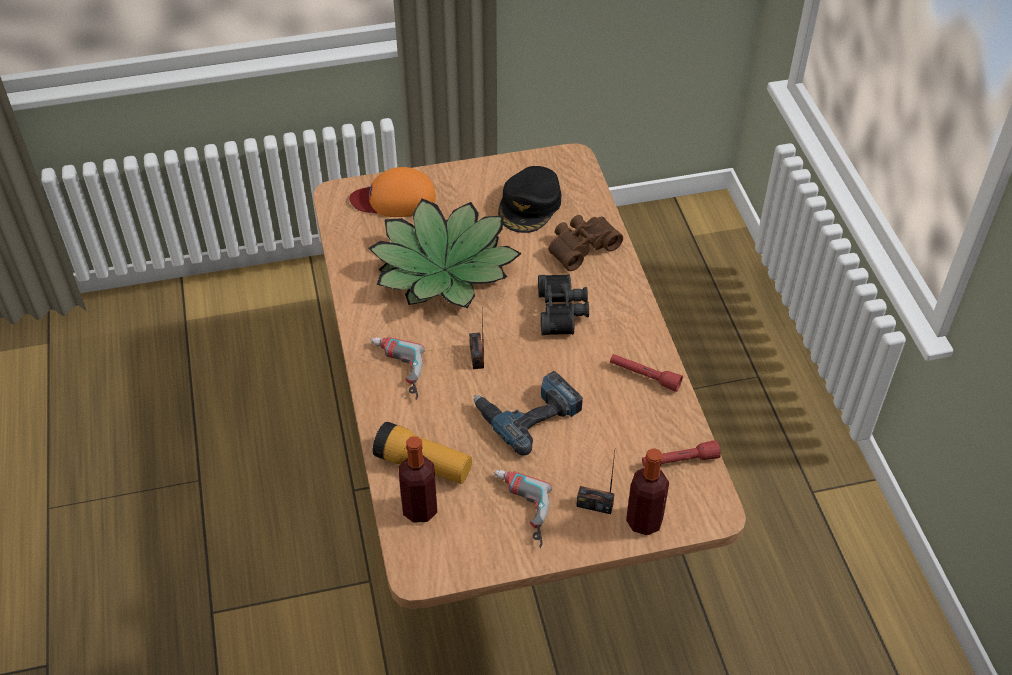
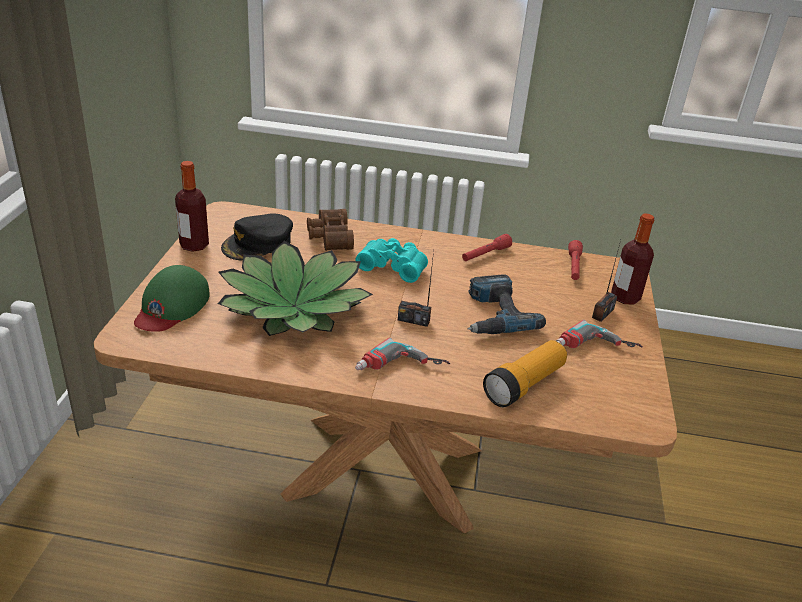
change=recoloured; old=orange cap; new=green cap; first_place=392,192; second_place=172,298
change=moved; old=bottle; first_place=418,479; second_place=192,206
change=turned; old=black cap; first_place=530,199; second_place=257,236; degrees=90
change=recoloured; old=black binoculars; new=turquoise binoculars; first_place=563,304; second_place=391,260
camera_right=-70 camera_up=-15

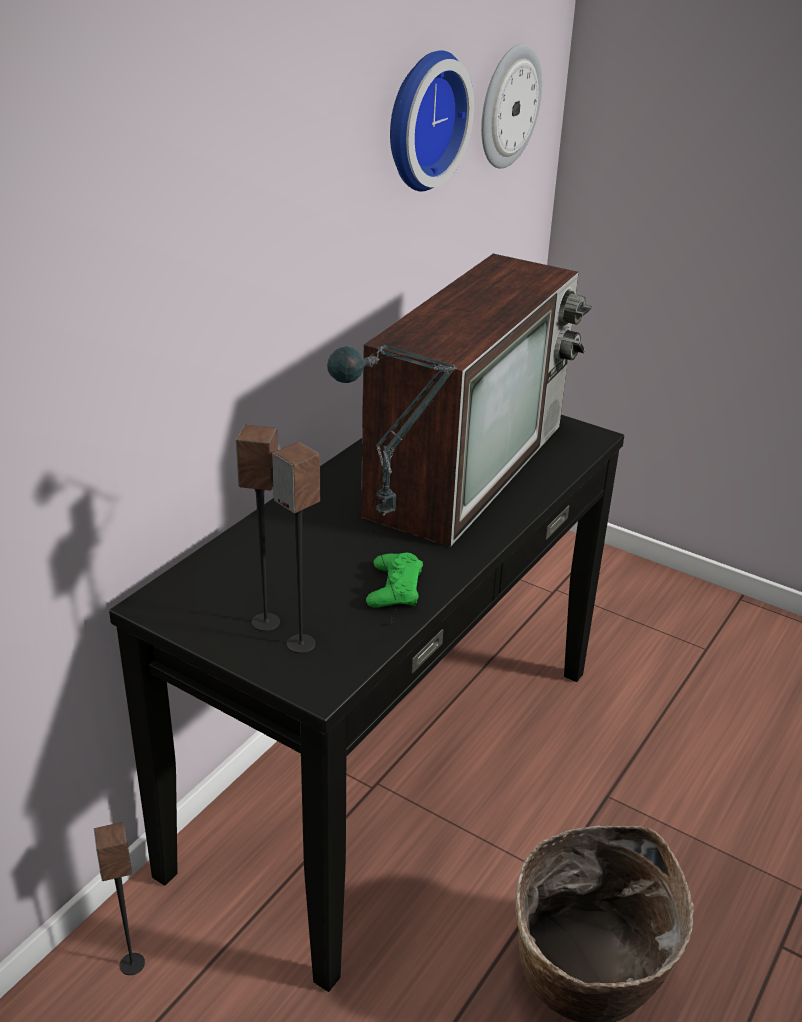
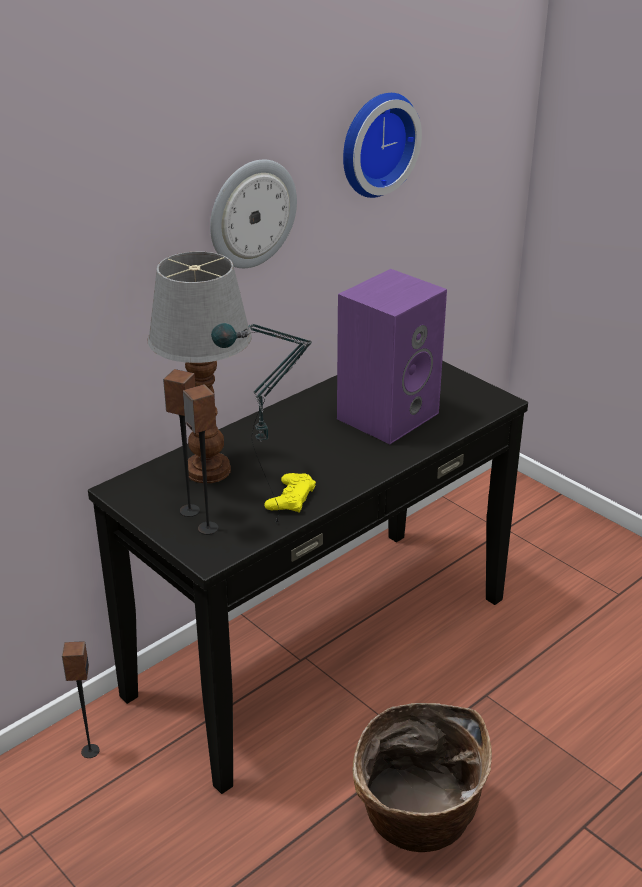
change=added; new=table lamp; second_place=200,367
change=moved; old=wall clock; first_place=511,106; second_place=253,214
change=recoloured; old=green game controller; new=yellow game controller; first_place=394,580; second_place=290,493
change=replaced; old=television; new=purple speaker; first_place=476,400; second_place=392,356
camera_right=15 camera_up=0

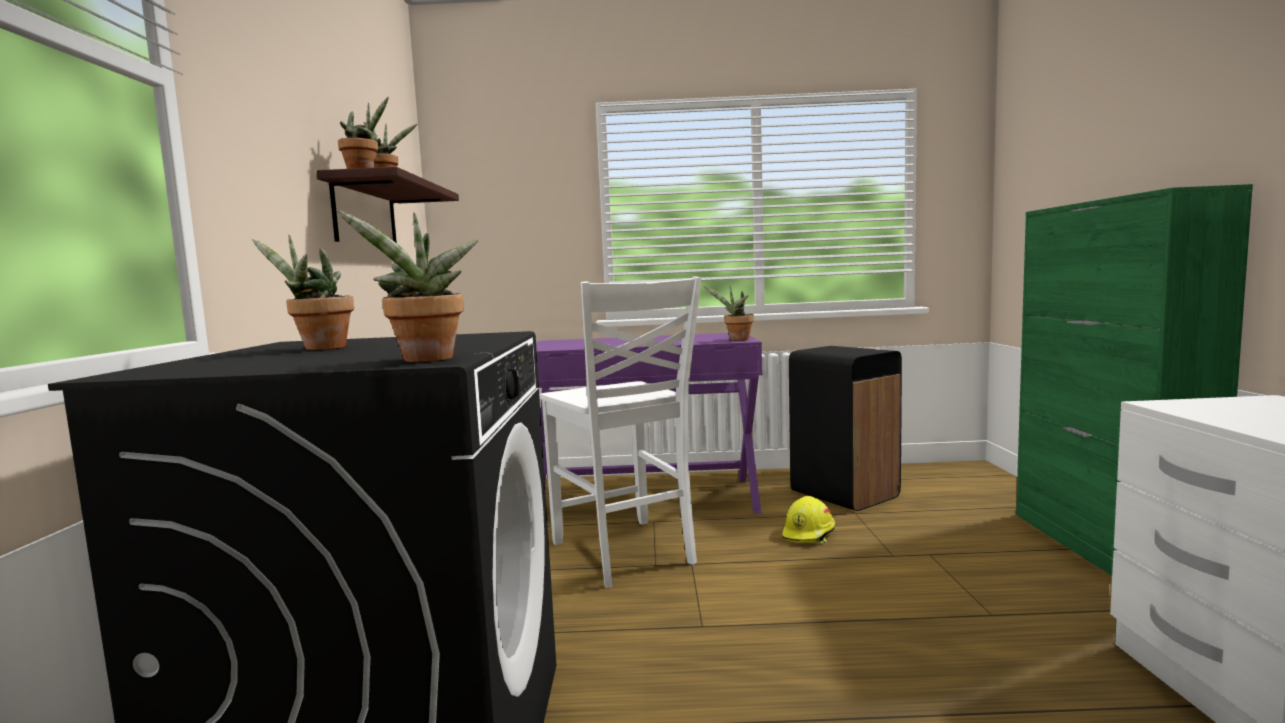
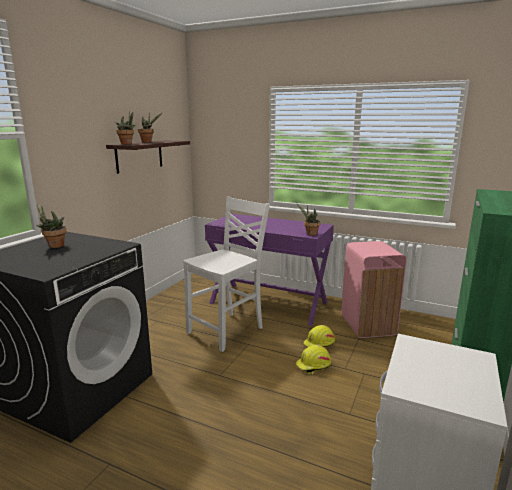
change=turned; old=white chair; first_place=620,432; second_place=226,274; degrees=-135
change=added; new=yellow hard hat; second_place=313,360
change=recoloured; old=black trash can; new=pink trash can; first_place=845,428; second_place=373,289
change=removed; old=potted plant; first_place=407,286
camera_right=25 camera_up=10

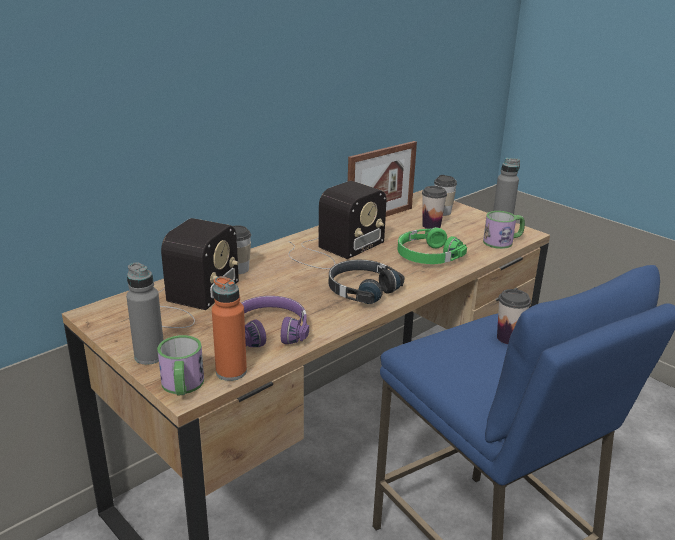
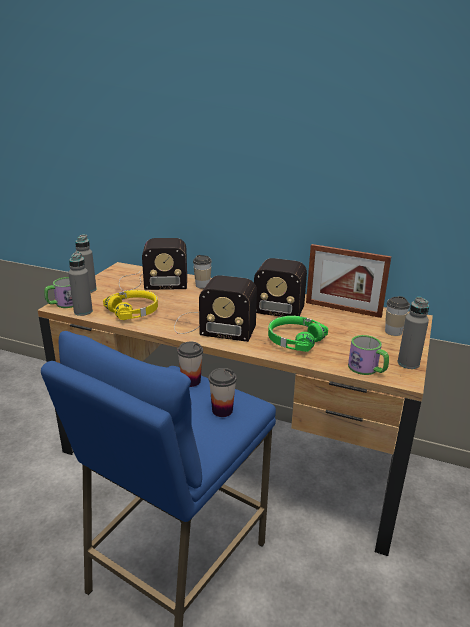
change=recoloured; old=orange bottle; new=grey bottle; first_place=229,328; second_place=80,284
change=recoloured; old=purple headphones; new=yellow headphones; first_place=275,321; second_place=130,305
change=replaced; old=black headphones; new=radio; first_place=366,282; second_place=215,308
change=moved; old=cup; first_place=434,207; second_place=190,364
camera_right=65 camera_up=0

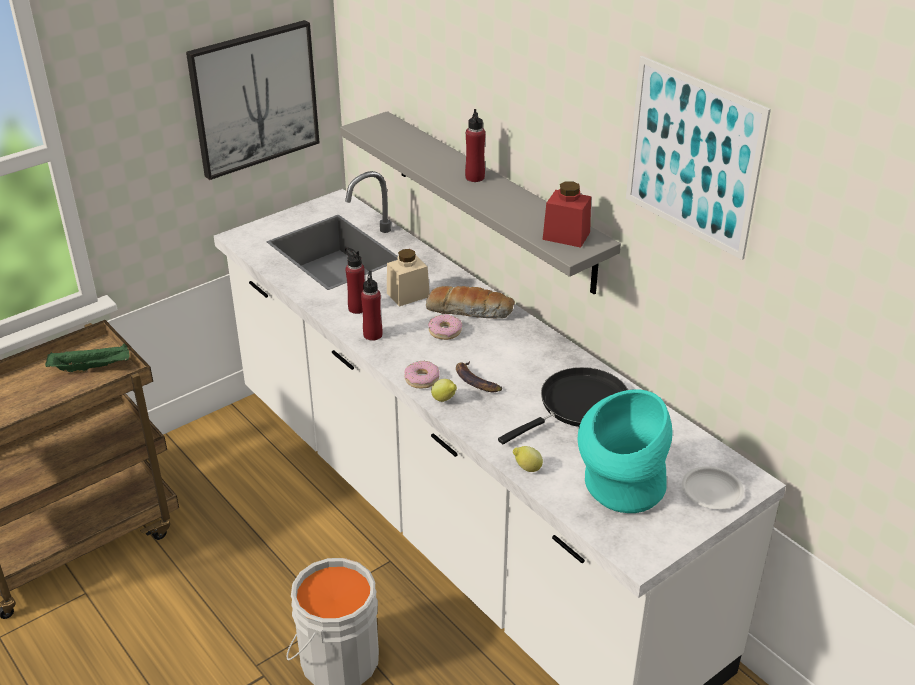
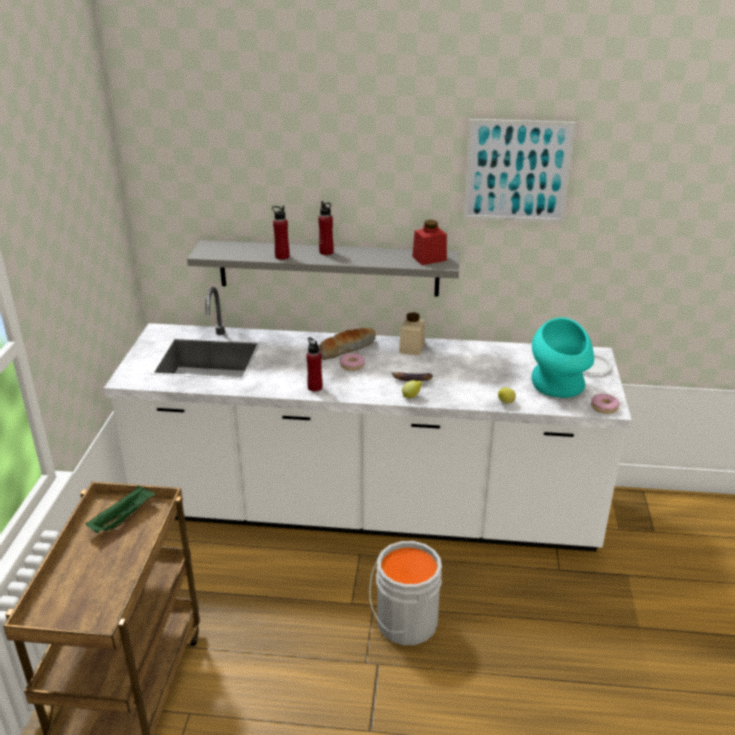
change=moved; old=red bottle; first_place=355,280; second_place=281,232
change=moved; old=beige jar; first_place=408,277; second_place=412,334
change=moved; old=donut; first_place=422,374; second_place=605,404
change=removed; old=picture; first_place=253,100
change=removed; old=black frying pan; first_place=563,405
camera_right=-45 camera_up=-5

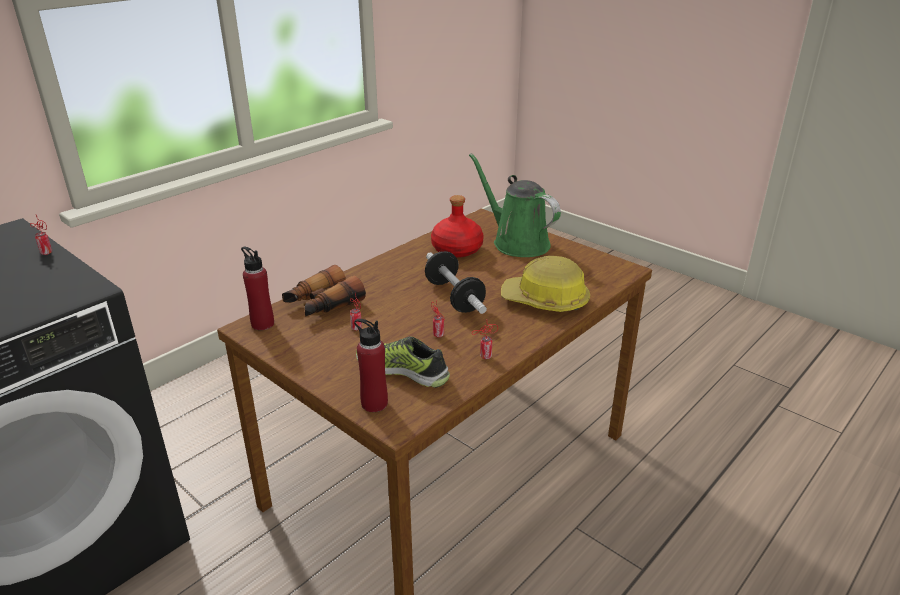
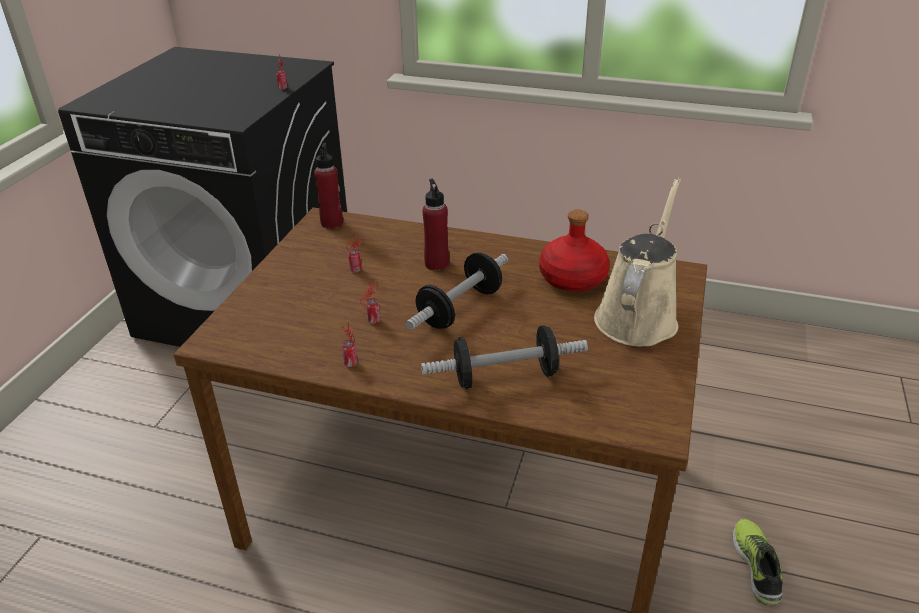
change=replaced; old=hard hat; new=dumbbell; first_place=545,284; second_place=504,357
change=moved; old=red bottle; first_place=371,365; second_place=435,225
change=recoloured; old=green watering can; new=beige watering can; first_place=515,205; second_place=637,261
change=moved; old=shoe; first_place=403,362; second_place=758,562
change=removed; old=binoculars; first_place=324,291
camera_right=65 camera_up=5

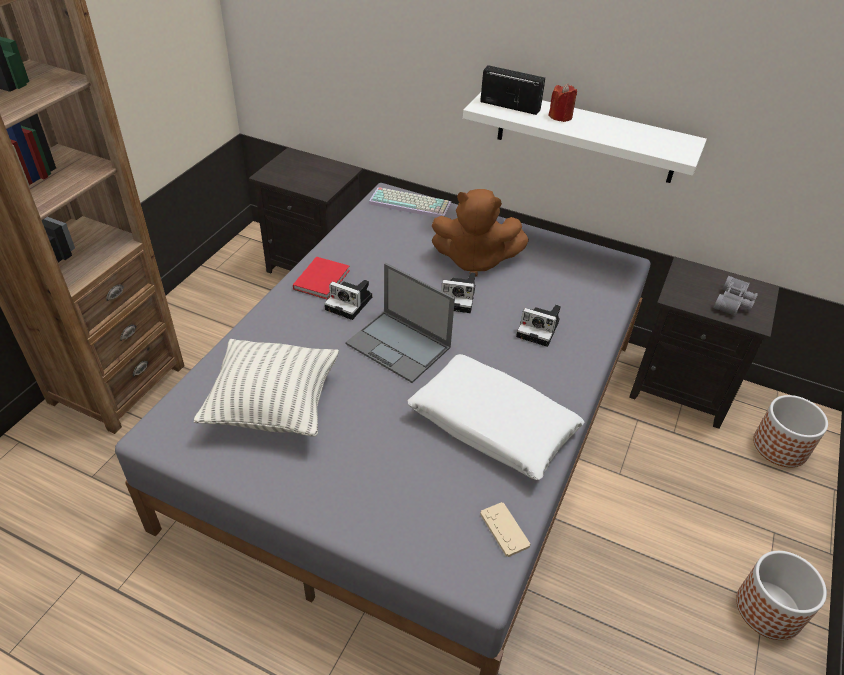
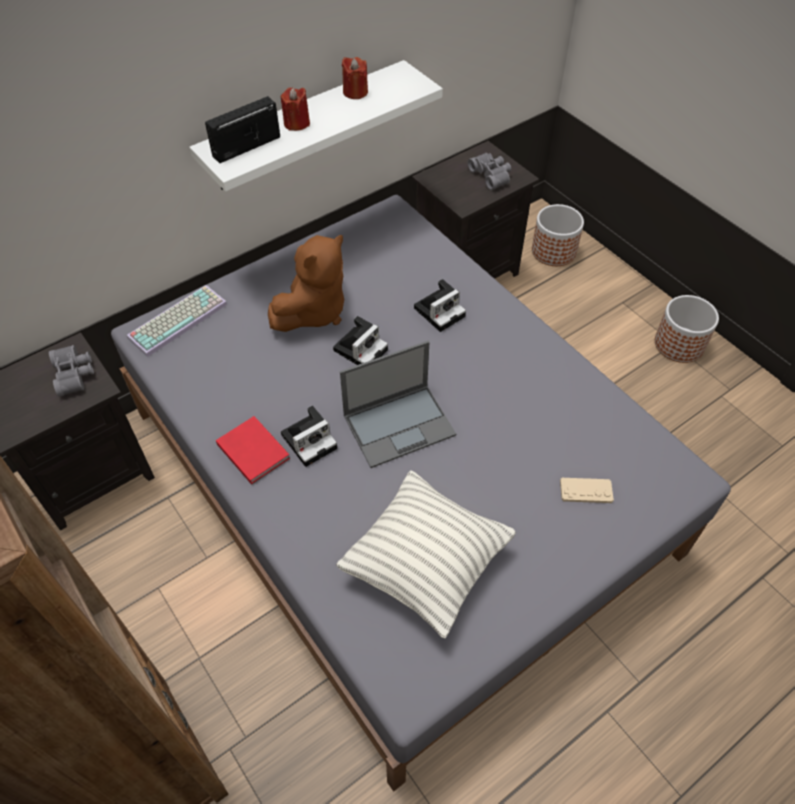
change=added; new=grey binoculars; second_place=71,371
change=added; new=red candle; second_place=355,78
change=moved; old=beige game controller; first_place=505,529; second_place=587,490
change=removed; old=white pillow; first_place=496,417
camera_right=-60 camera_up=10

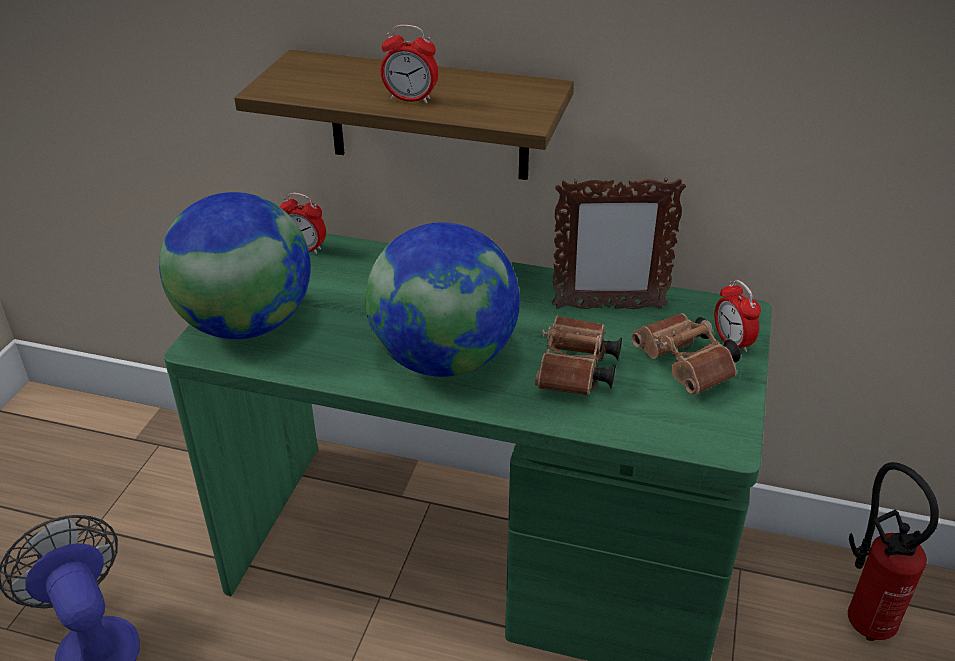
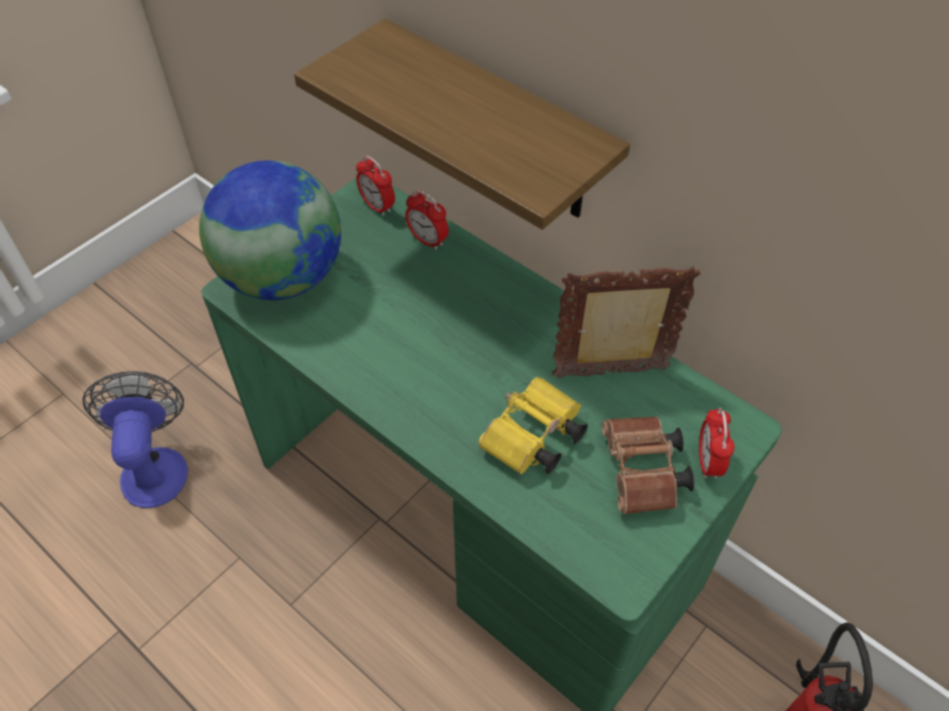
change=moved; old=alarm clock; first_place=409,63; second_place=427,220
change=recoloured; old=brown binoculars; new=yellow binoculars; first_place=578,356; second_place=533,425
change=turned; old=picture frame; first_place=619,243; second_place=626,322; degrees=150
change=removed; old=globe; first_place=442,299
camera_right=25 camera_up=15

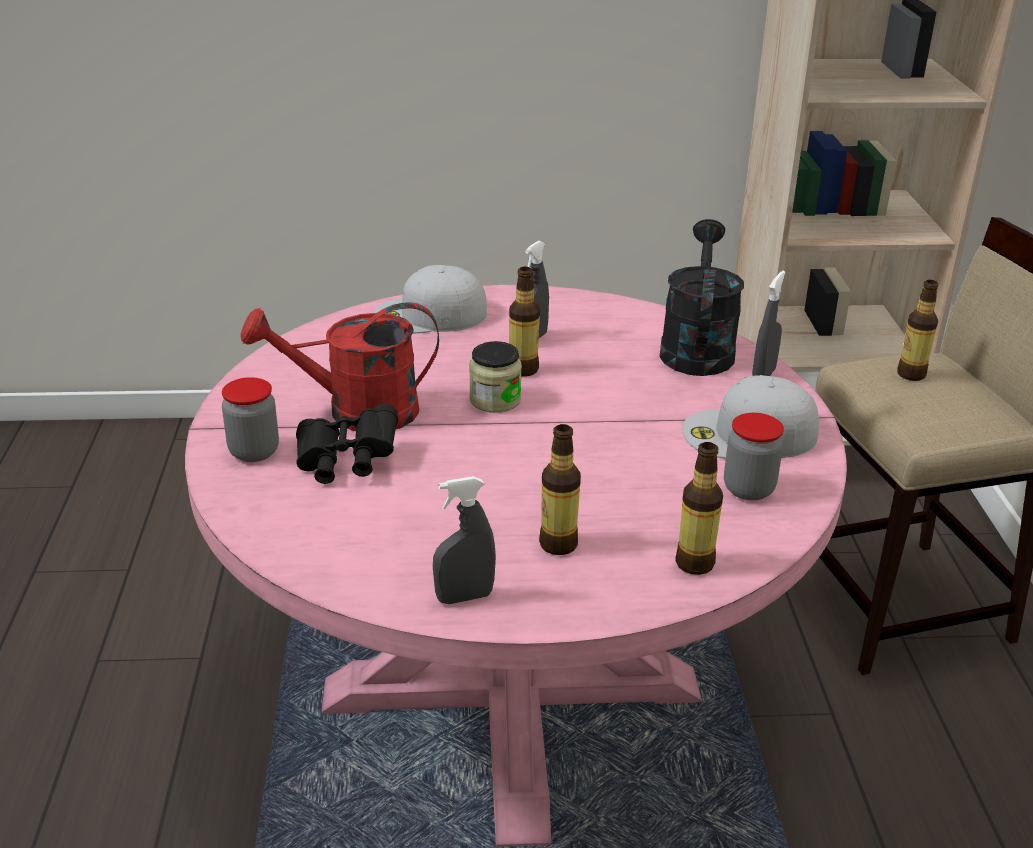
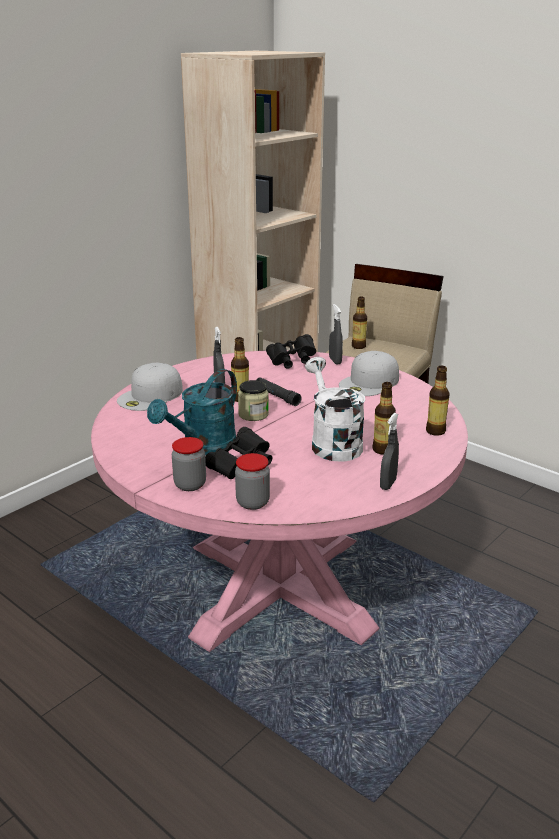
change=recoloured; old=red watering can; new=turquoise watering can; first_place=340,366; second_place=192,412
change=moved; old=jar; first_place=754,457; second_place=252,481
change=added; new=black flashlight; second_place=279,391
change=replaced; old=black watering can; new=black binoculars; first_place=701,297; second_place=291,351
change=added; new=white watering can; second_place=335,409
camera_right=-45 camera_up=-5

